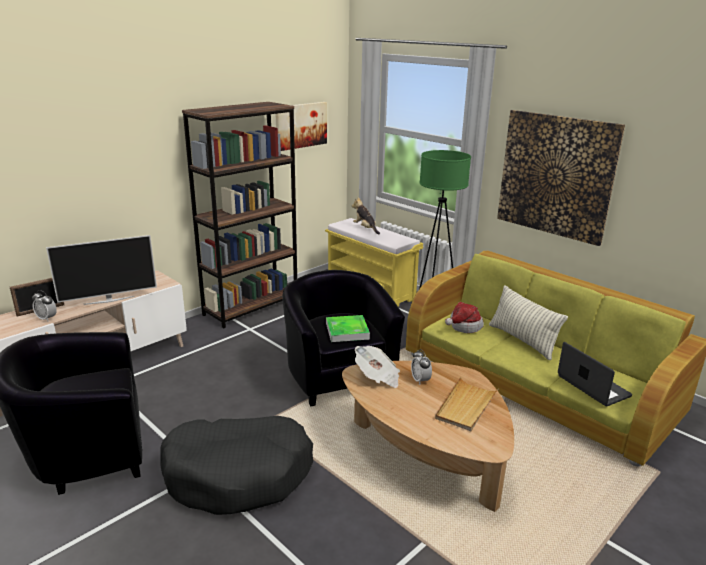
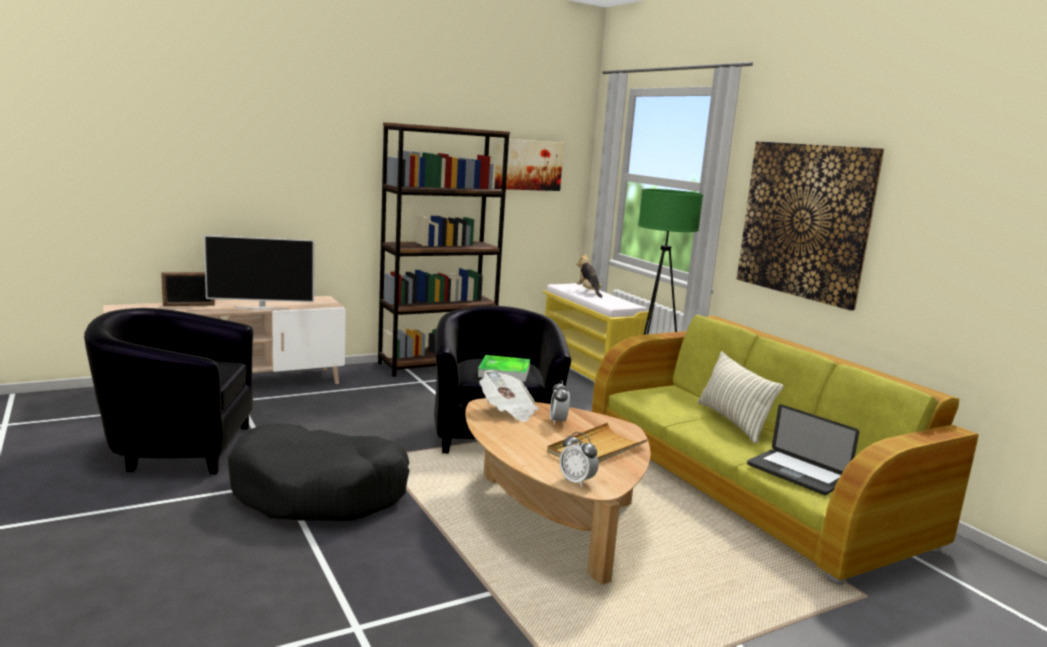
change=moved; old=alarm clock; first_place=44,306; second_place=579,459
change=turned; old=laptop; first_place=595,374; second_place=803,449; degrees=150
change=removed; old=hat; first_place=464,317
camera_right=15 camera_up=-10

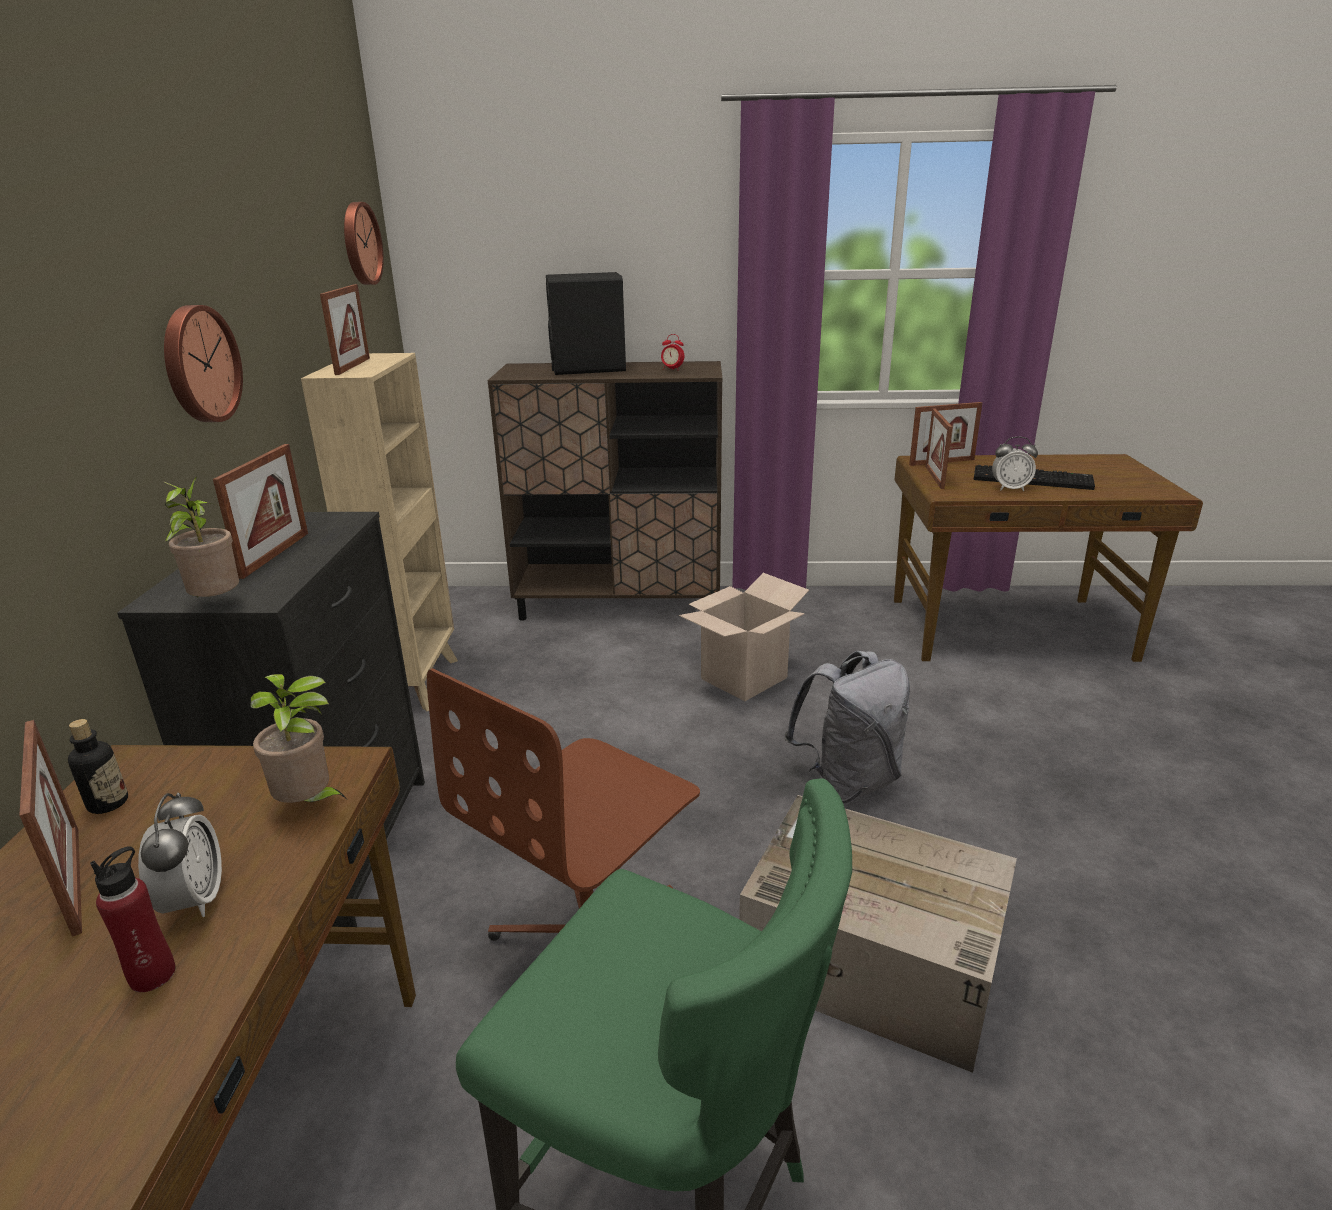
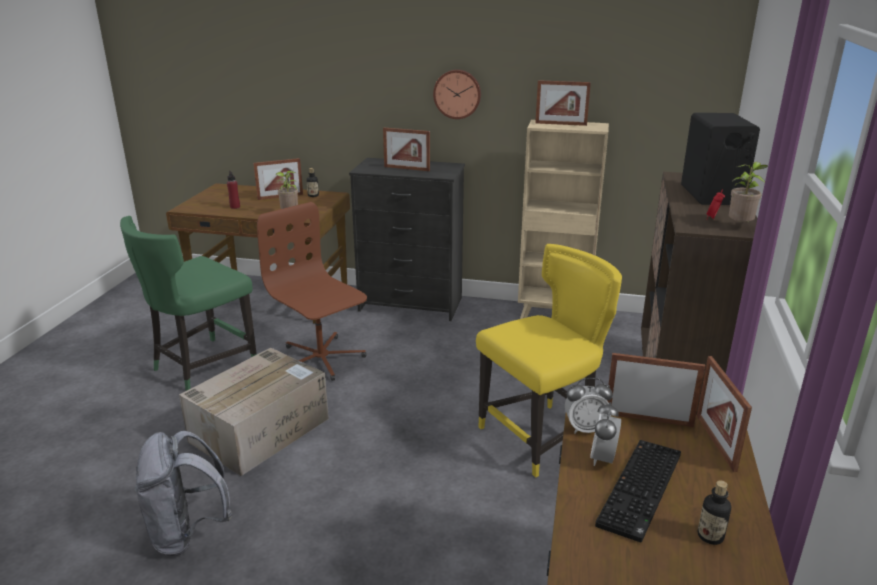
change=moved; old=grey backpack; first_place=847,727; second_place=183,493
change=replaced; old=cardboard box; new=yellow chair; first_place=744,637; second_place=549,361
change=moved; old=alarm clock; first_place=180,854; second_place=589,406
change=added; new=bottle; second_place=714,512
change=moved; old=potted plant; first_place=202,536; second_place=748,192
change=removed; old=wall clock; first_place=364,243
camera_right=100 camera_up=0

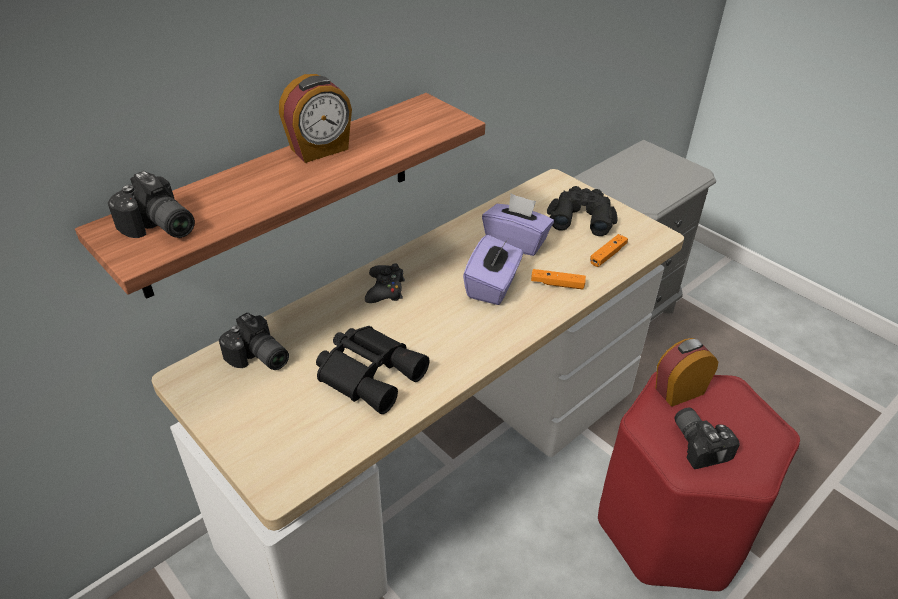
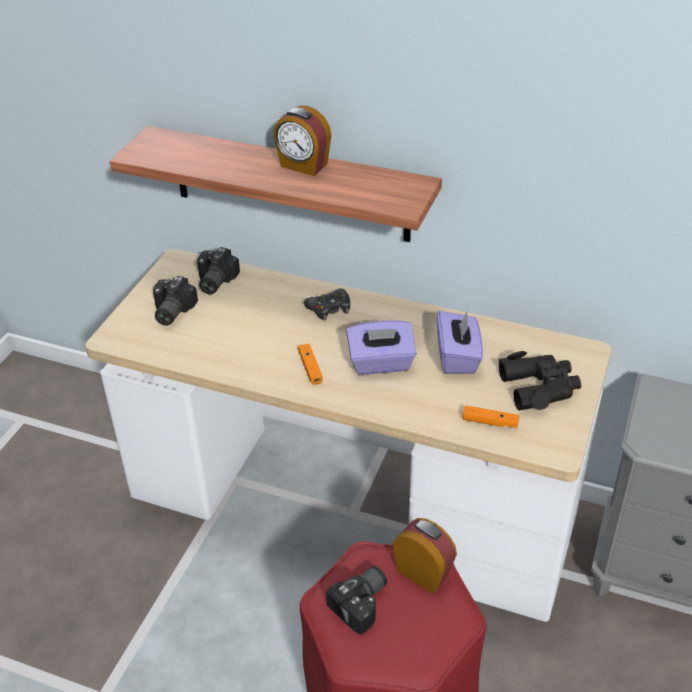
change=moved; old=photo camera; first_place=151,204; second_place=175,301
change=moved; old=orange game controller; first_place=558,279; second_place=310,364
change=removed; old=black binoculars; first_place=373,370
camera_right=65 camera_up=0

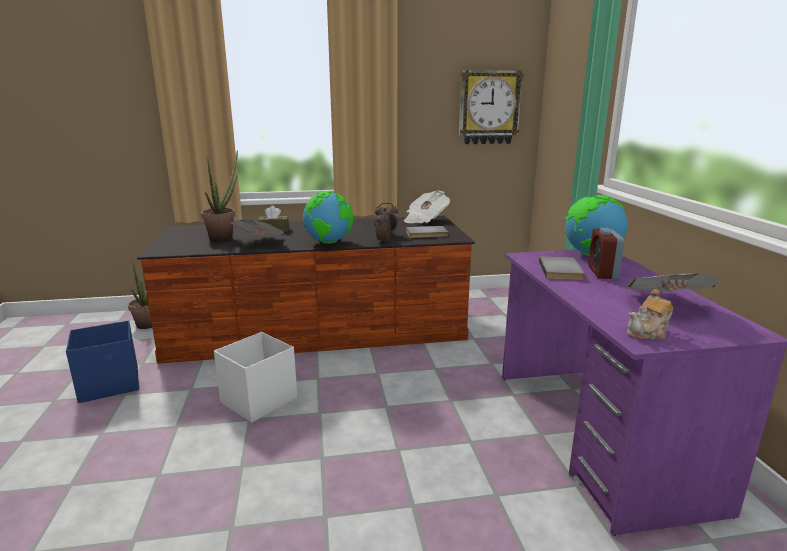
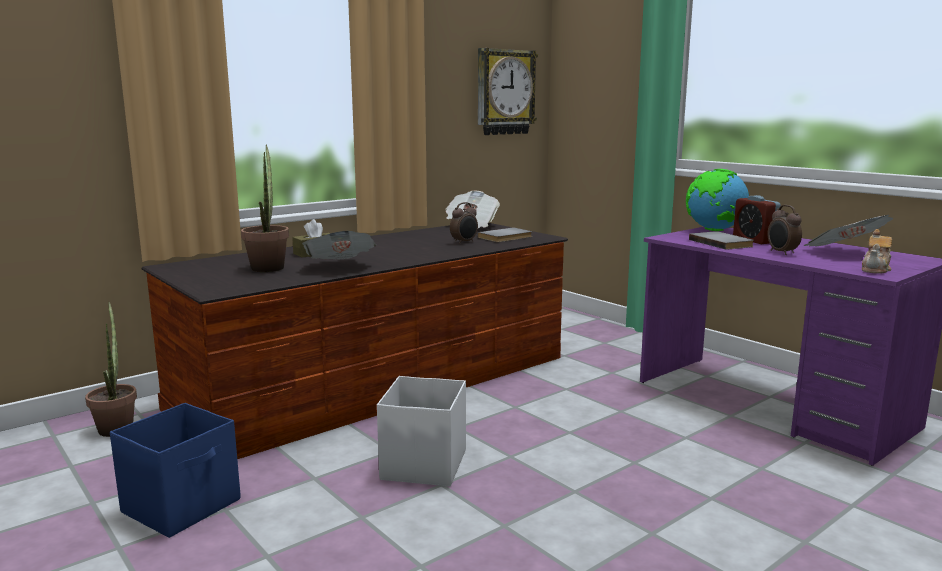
change=moved; old=alarm clock; first_place=383,225; second_place=785,230
change=removed; old=globe; first_place=328,218
camera_right=-30 camera_up=-5

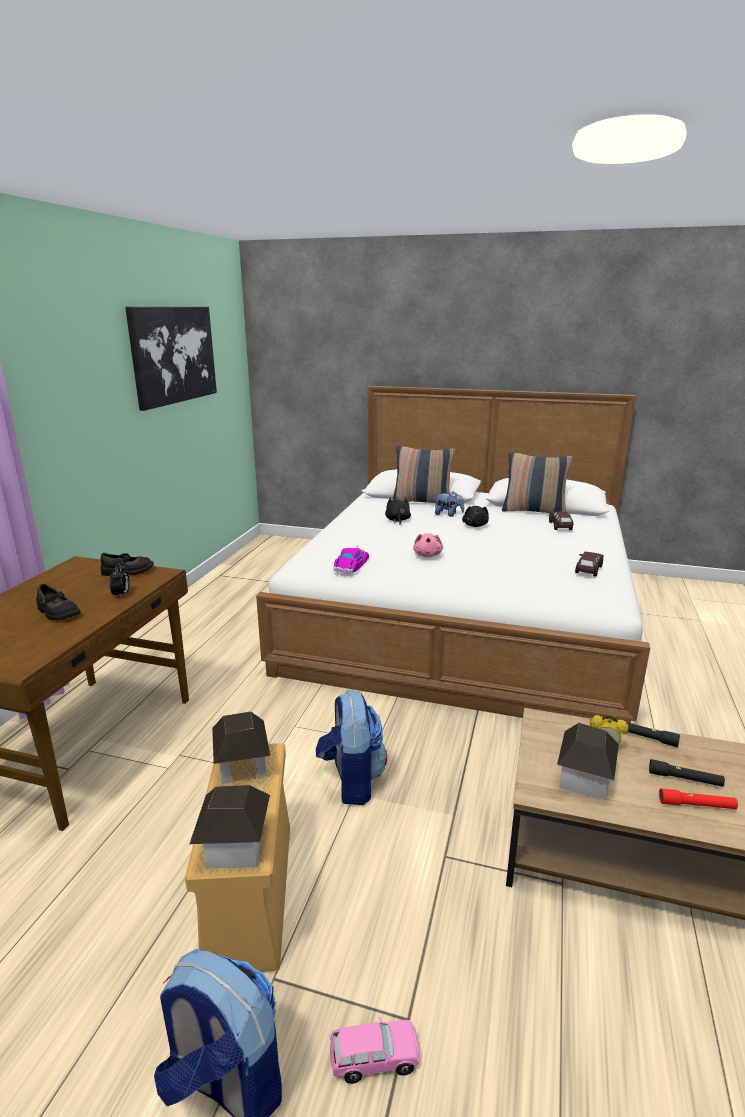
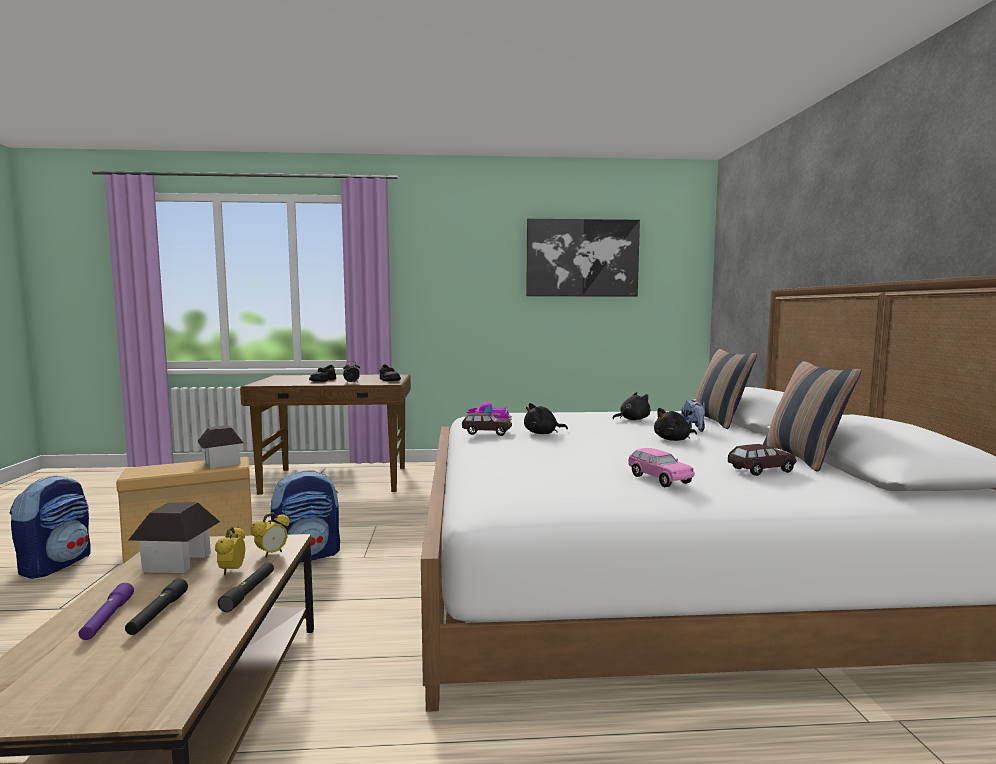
change=recoloured; old=red flashlight; new=purple flashlight; first_place=698,798; second_place=106,611
change=added; new=alarm clock; second_place=270,535
change=moved; old=brown toy car; first_place=589,564; second_place=487,424
change=recoloured; old=pink plush toy; new=black plush toy; first_place=428,545; second_place=546,418
change=moved; old=pink toy car; first_place=375,1050; second_place=661,467
change=removed; old=toy house; first_place=230,827
camera_right=70 camera_up=-15

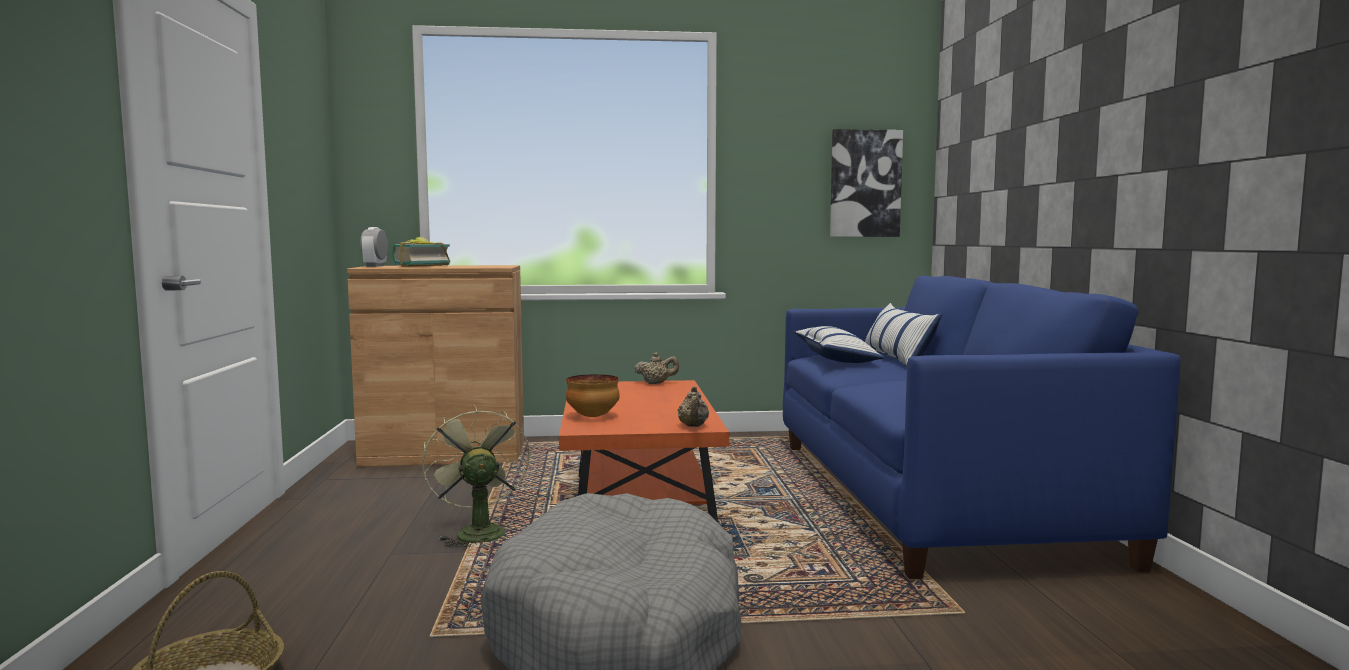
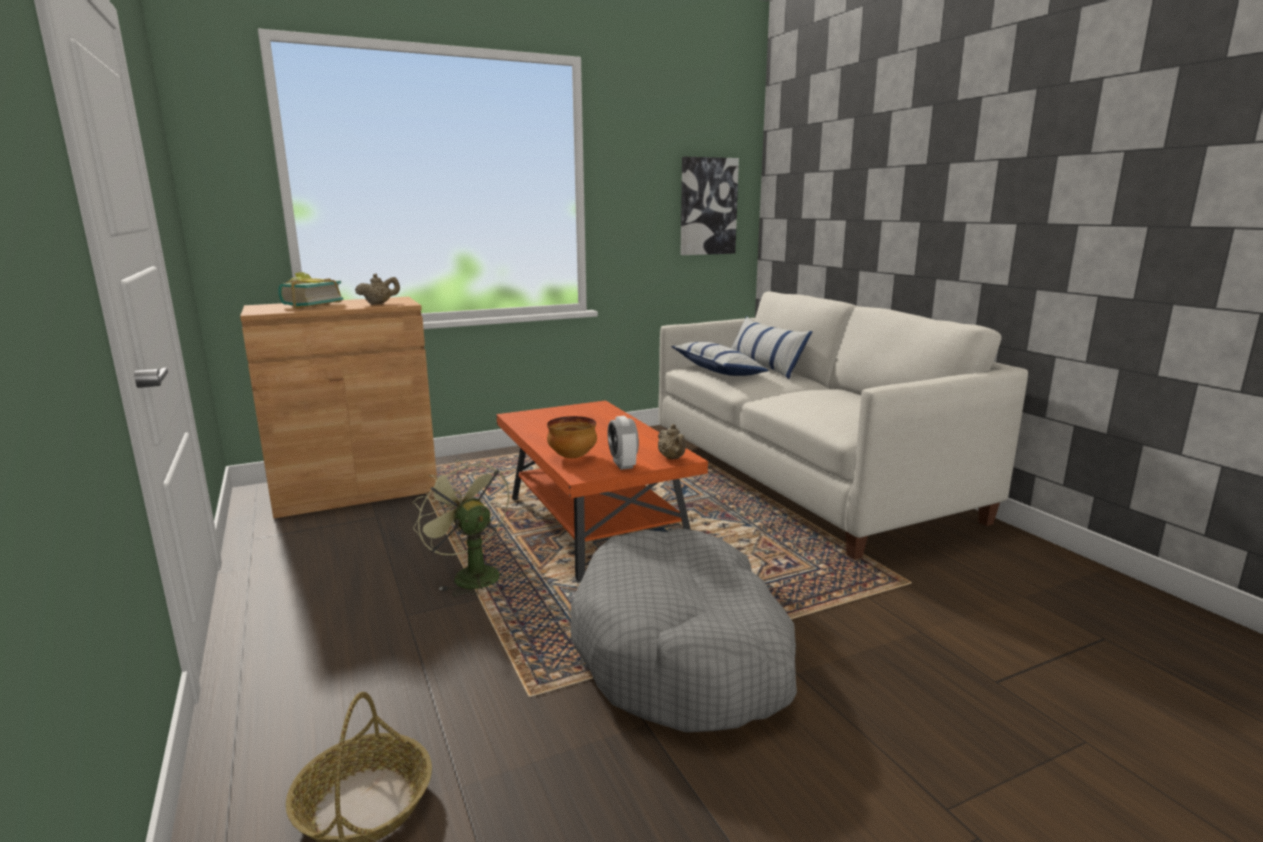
change=moved; old=beige teapot; first_place=656,368; second_place=377,289
change=moved; old=alarm clock; first_place=374,247; second_place=623,443
change=recoloured; old=blue sofa; new=white sofa; first_place=982,427; second_place=843,426
camera_right=-20 camera_up=10

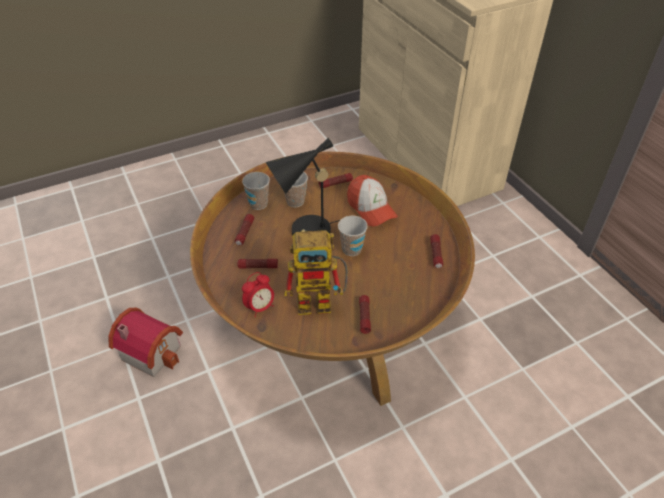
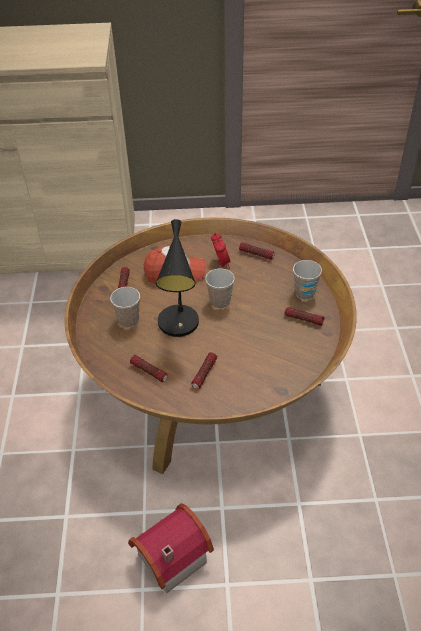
change=moved; old=alarm clock; first_place=258,294; second_place=221,251
change=moved; old=cup; first_place=256,191; second_place=307,280
change=removed; old=toy robot; first_place=316,272
camera_right=-65 camera_up=0

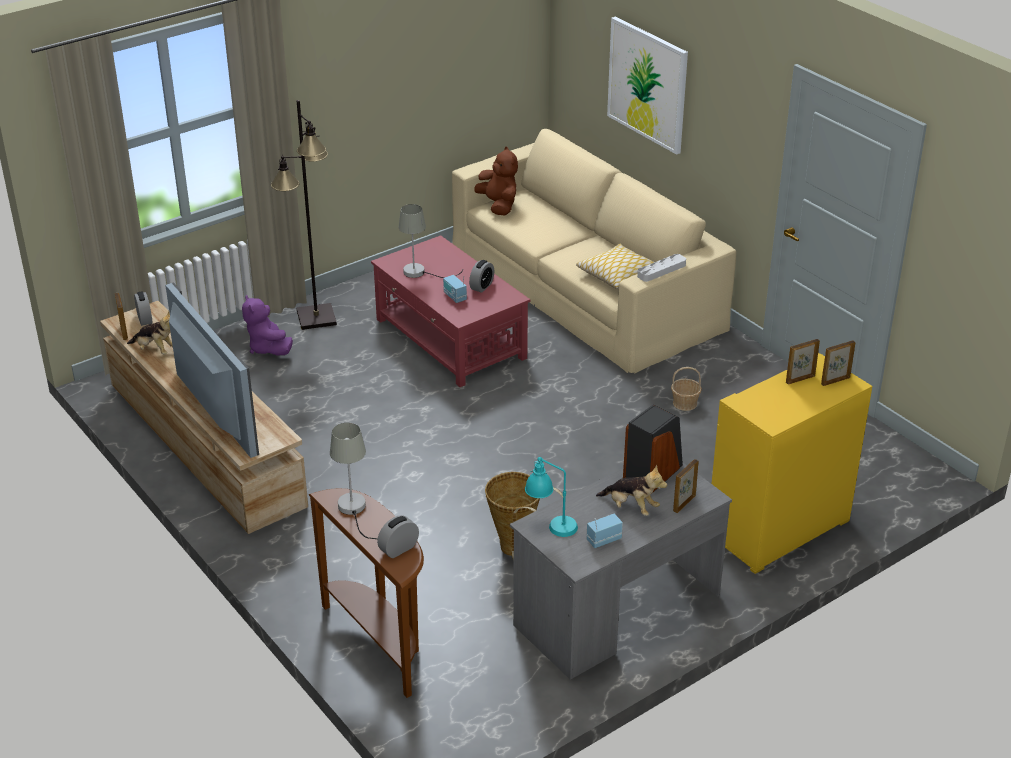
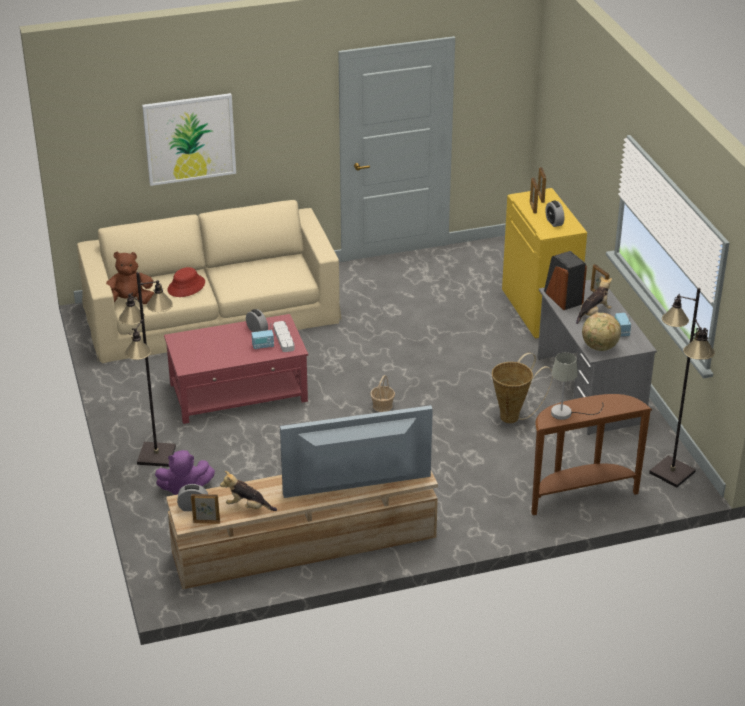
change=added; new=red hat; second_place=186,282
change=turned; old=plush toy; first_place=150,333; second_place=248,491; degrees=-120
change=moved; old=grey tray; first_place=661,268; second_place=283,336
change=moved; old=basket; first_place=686,389; second_place=382,393
change=moved; old=alarm clock; first_place=398,536; second_place=555,214
change=replaced; old=turquoise table lamp; new=globe; first_place=551,497; second_place=601,332
change=added; new=black floor lamp; second_place=682,388
change=removed; old=grey table lamp; first_place=431,241
change=removed; old=pillow; first_place=615,266
camera_right=-70 camera_up=0

